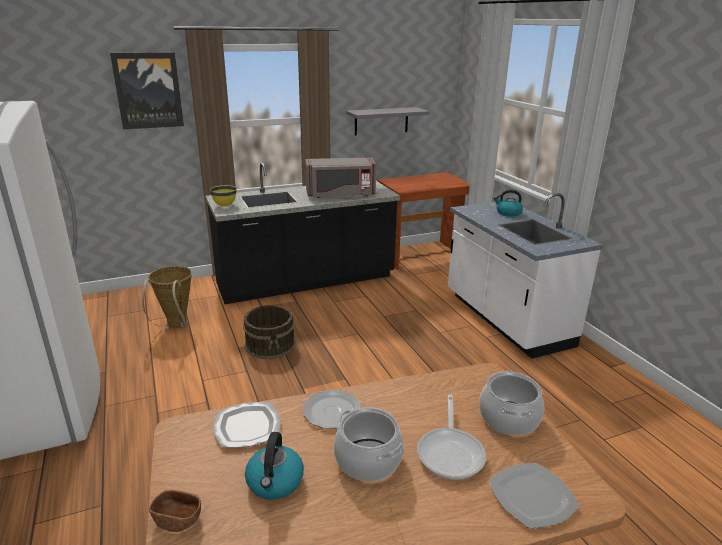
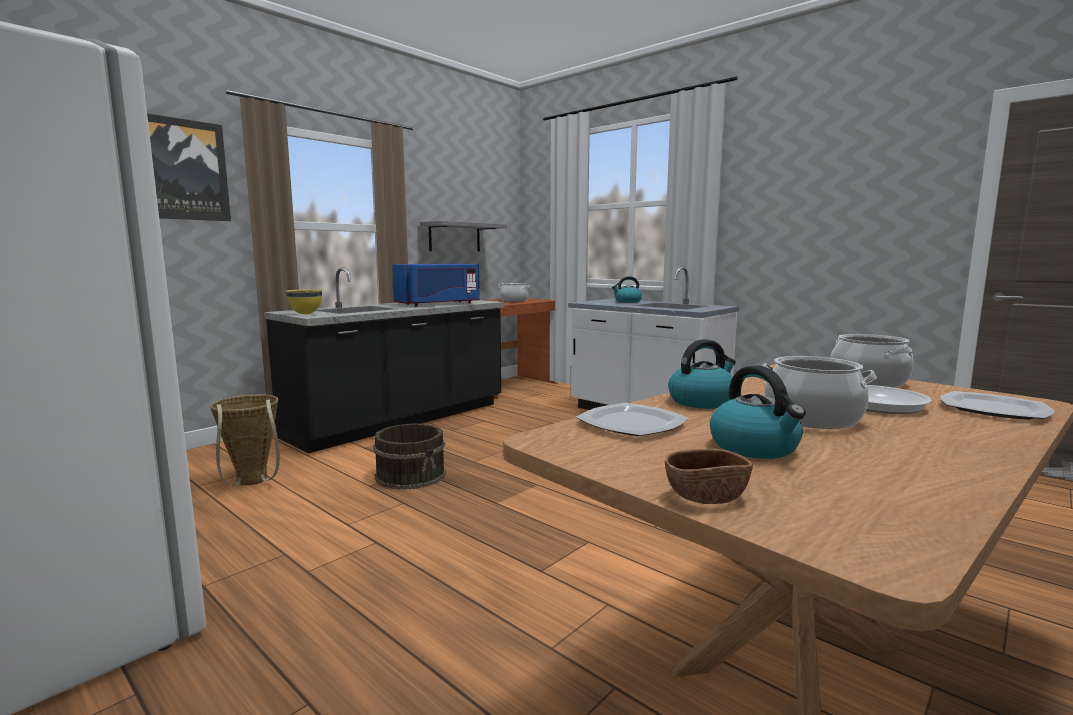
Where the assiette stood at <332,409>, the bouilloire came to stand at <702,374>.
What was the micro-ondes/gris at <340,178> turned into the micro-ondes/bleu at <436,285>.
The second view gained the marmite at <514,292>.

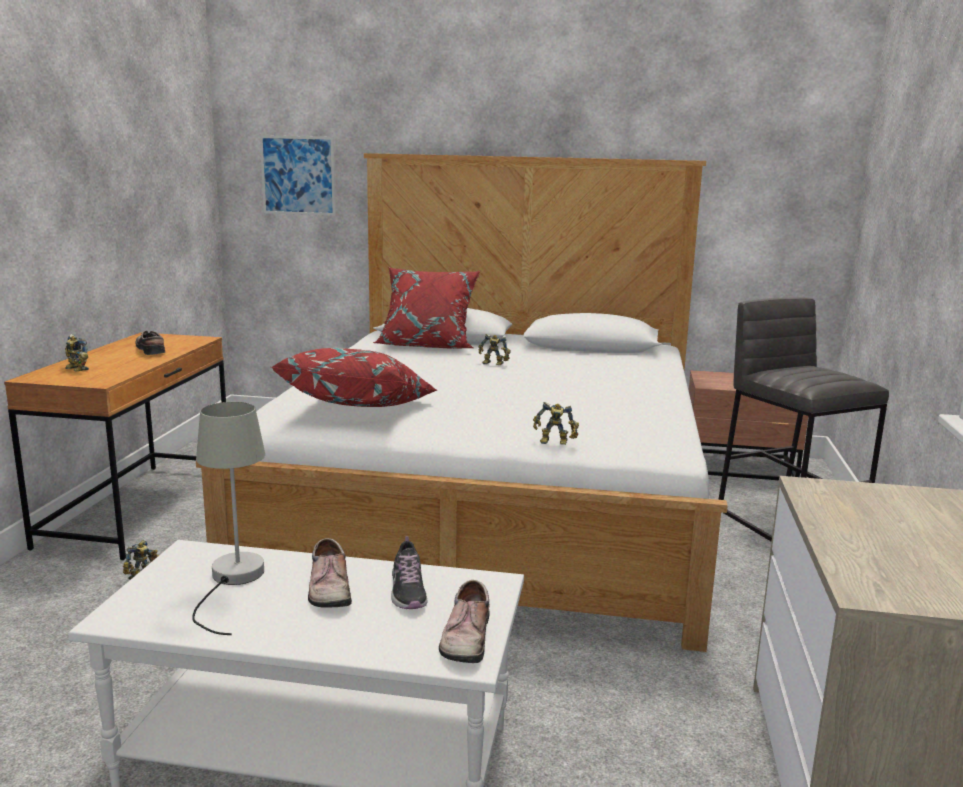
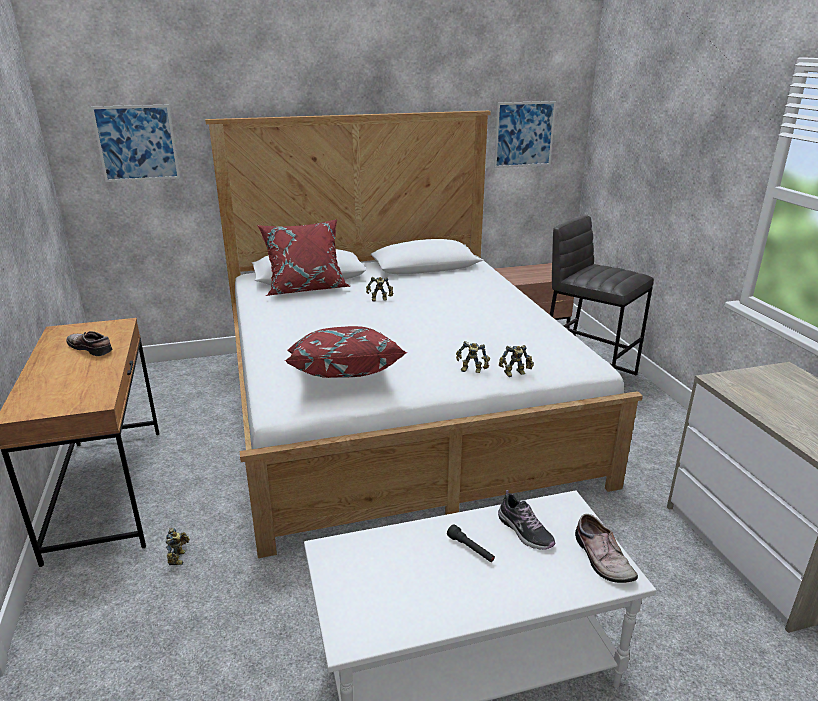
The robot jouet ended up elsewhere, having gone from <77,352> to <473,357>.
The second view lost the lampe de table/gris at <228,518>.
Where the chaussure stood at <330,573>, the lampe de poche/noir came to stand at <471,543>.
The second view gained the tableau at <525,134>.

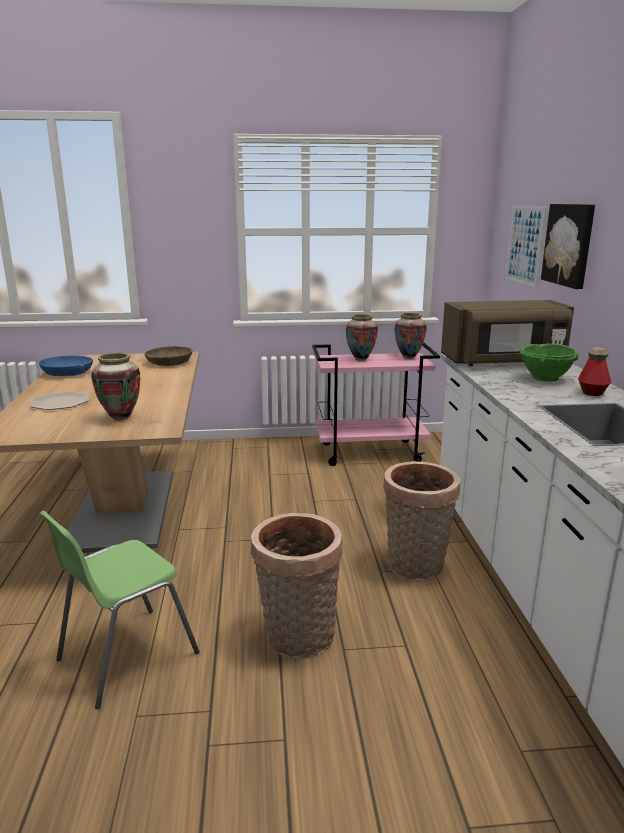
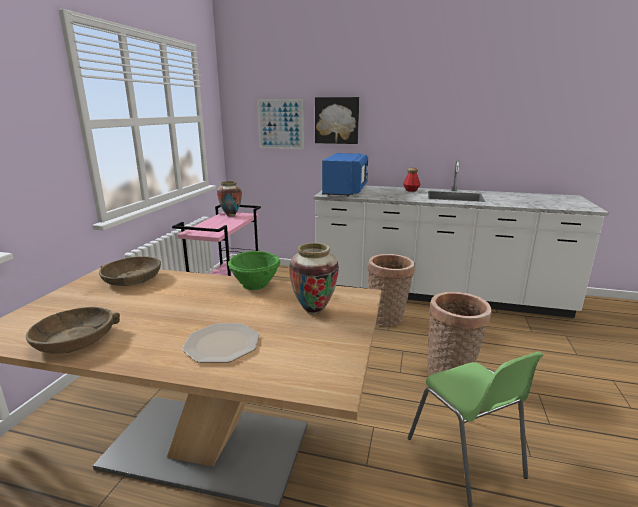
What was the bol/bleu at <66,365> turned into the bol/marron at <73,330>.
The second view lost the vase at <362,337>.
What was the micro-ondes/marron at <507,333> turned into the micro-ondes/bleu at <345,174>.
The bol/vert ended up elsewhere, having gone from <549,362> to <254,270>.

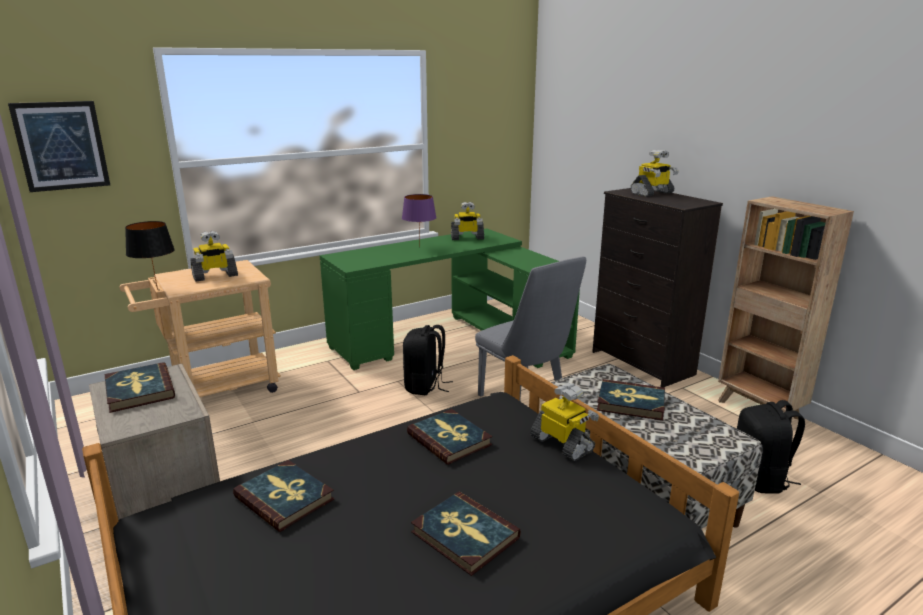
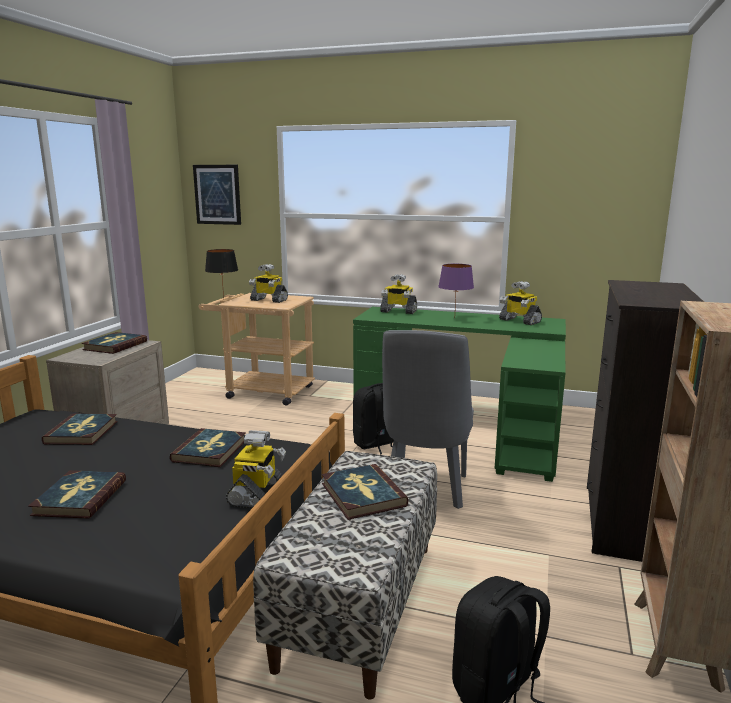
The robot jouet ended up elsewhere, having gone from <654,173> to <398,294>.

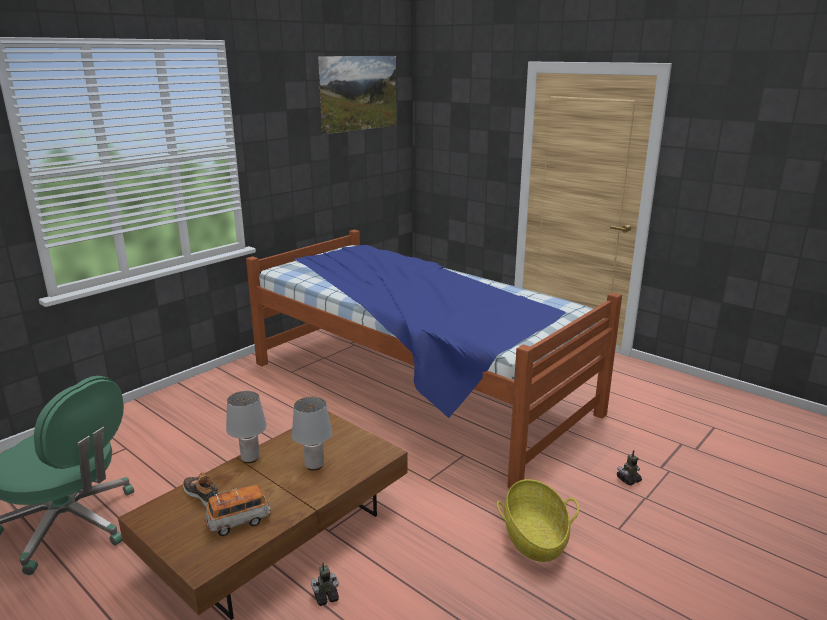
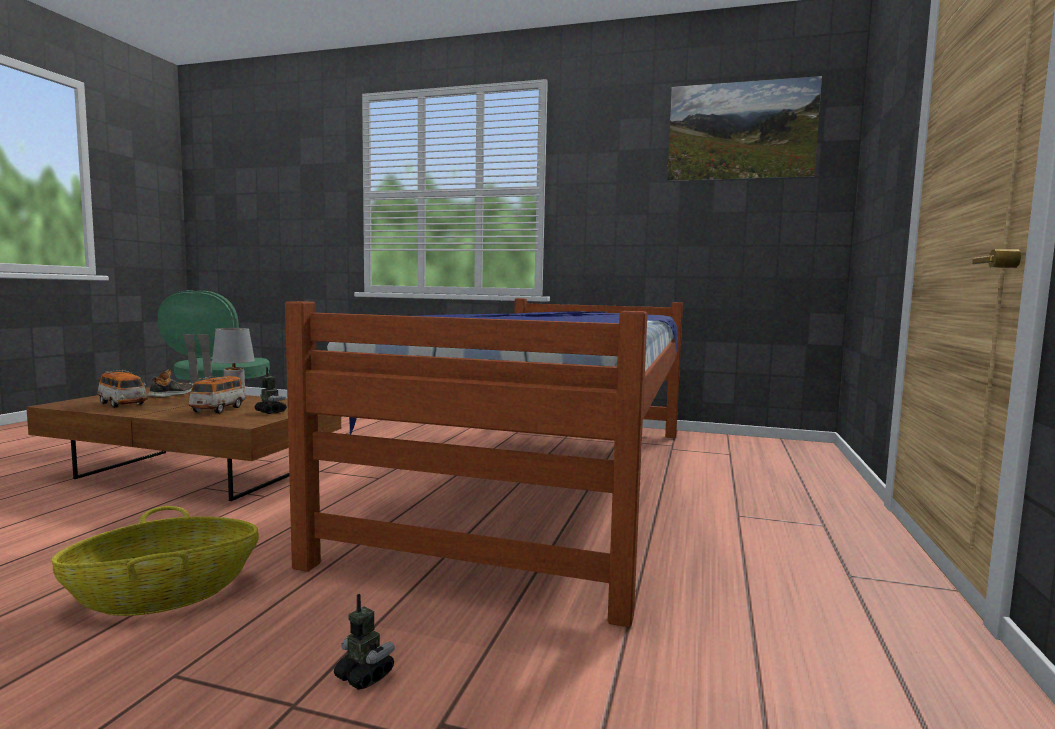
Where the lampe de table/gris stood at <312,434>, the petite voiture came to stand at <218,395>.
The robot jouet ended up elsewhere, having gone from <325,584> to <270,390>.

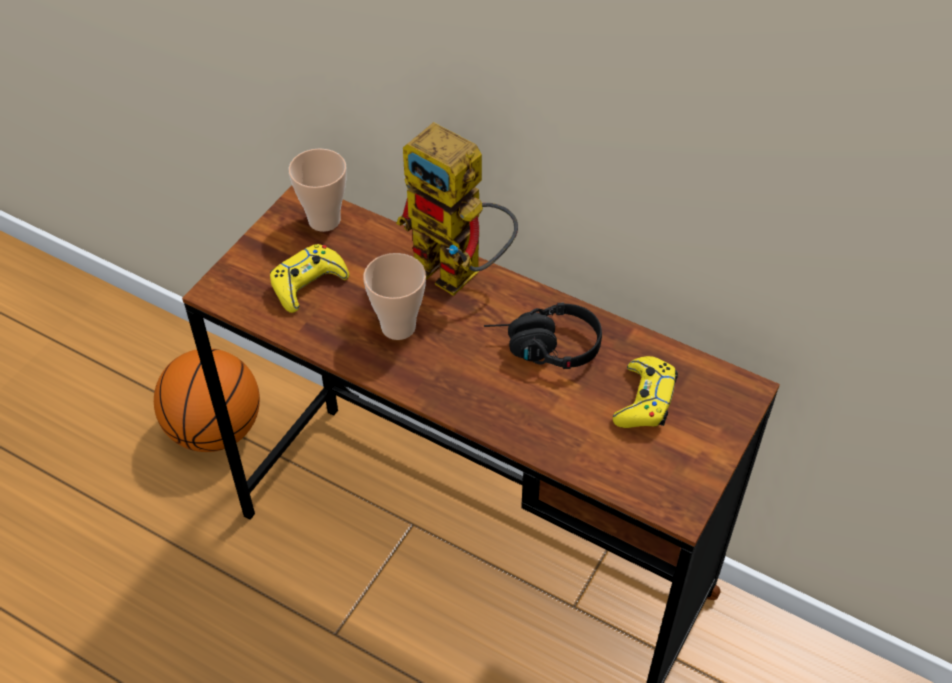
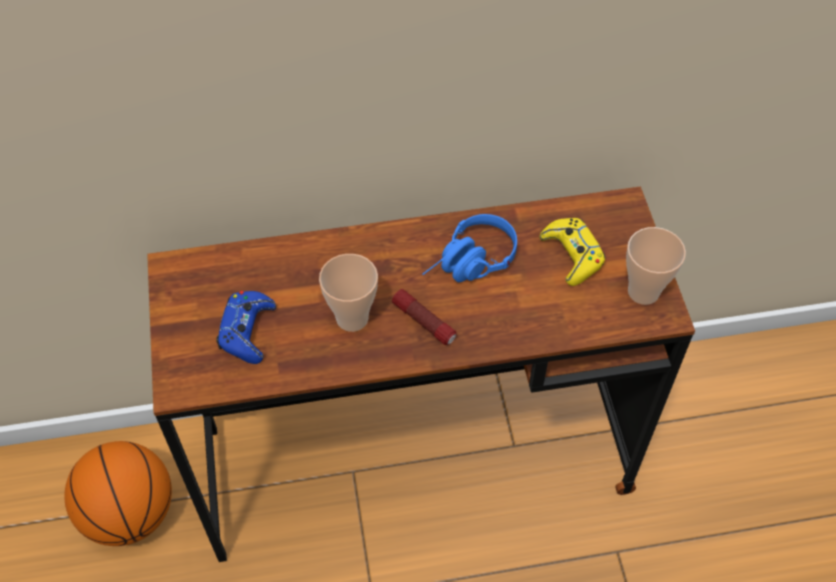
What was the manette/jaune at <309,278> turned into the manette/bleu at <246,327>.
The tasse ended up elsewhere, having gone from <318,190> to <656,266>.
The second view lost the robot jouet at <457,209>.
What was the casque audio/noir at <543,336> turned into the casque audio/bleu at <469,248>.
The second view gained the lampe de poche at <424,317>.

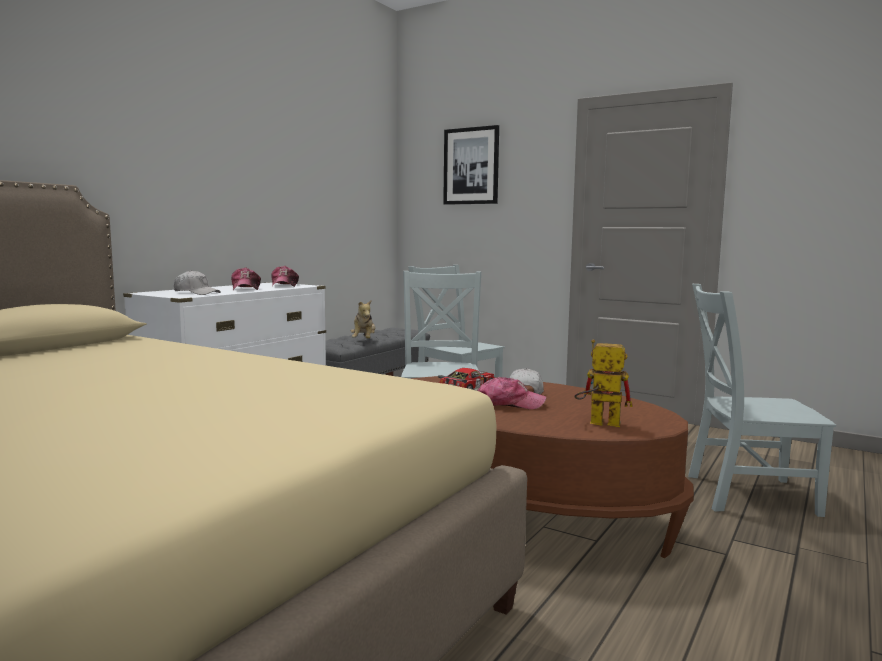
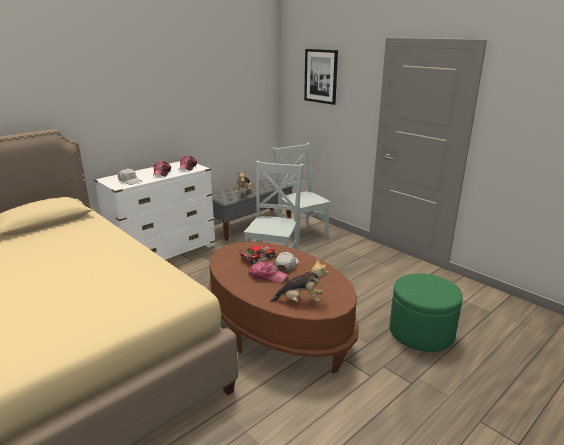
Where the robot jouet stood at <603,383>, the peluche came to stand at <299,280>.
Where the chaise/gris stood at <762,400>, the pouf/vert came to stand at <426,312>.

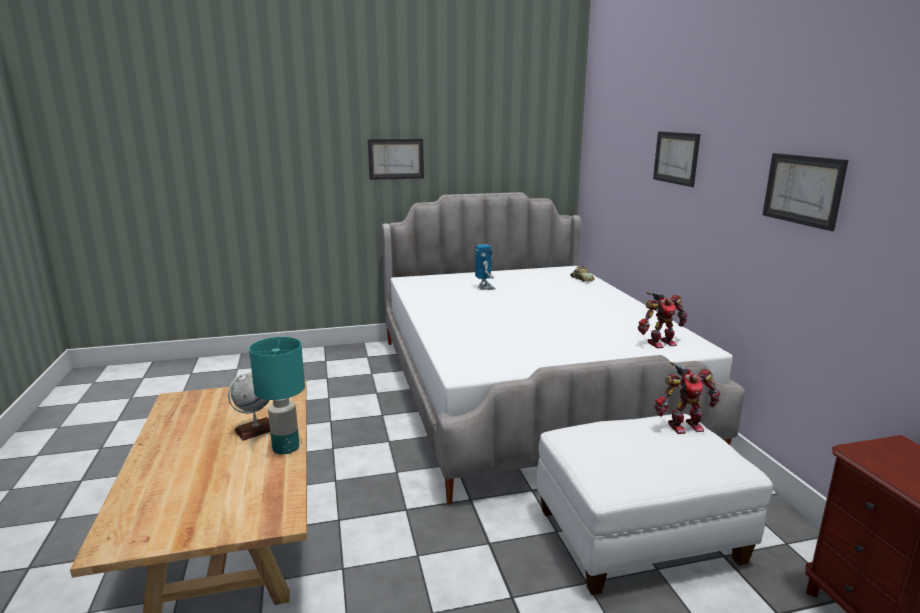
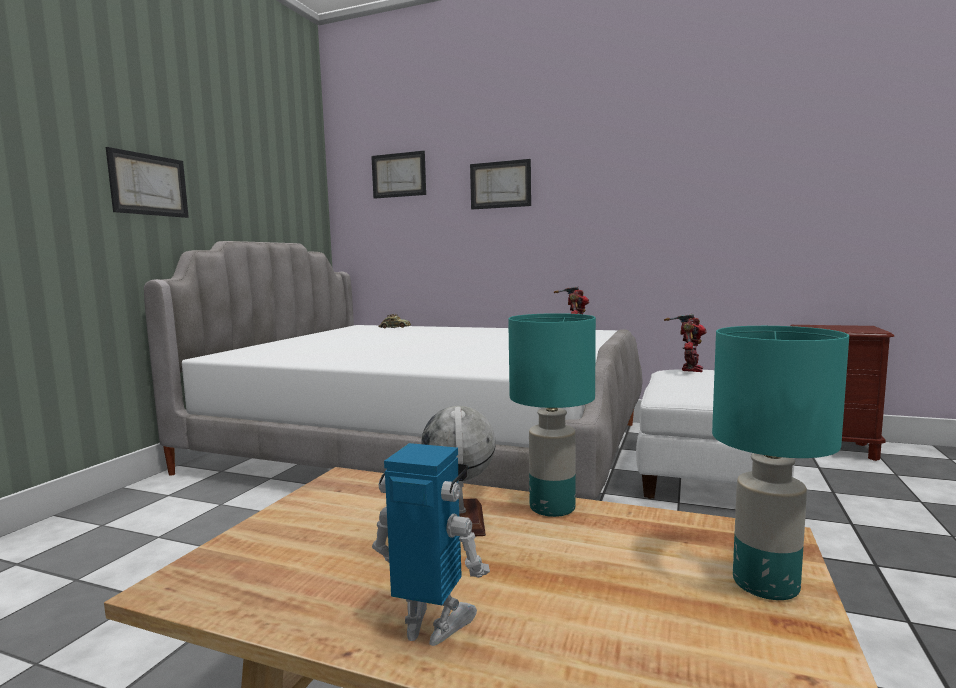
The robot jouet ended up elsewhere, having gone from <485,267> to <431,544>.
The tableau ended up elsewhere, having gone from <805,192> to <398,175>.
The second view gained the lampe de table/turquoise at <780,463>.

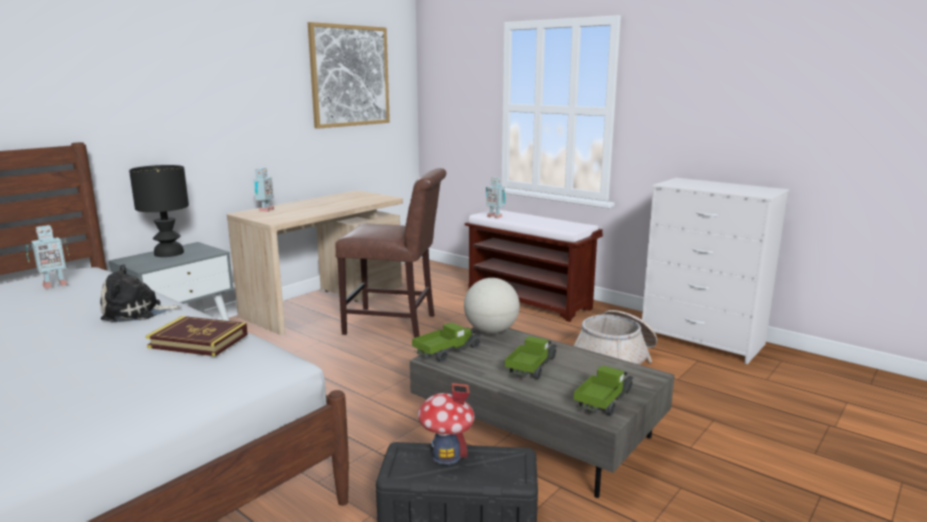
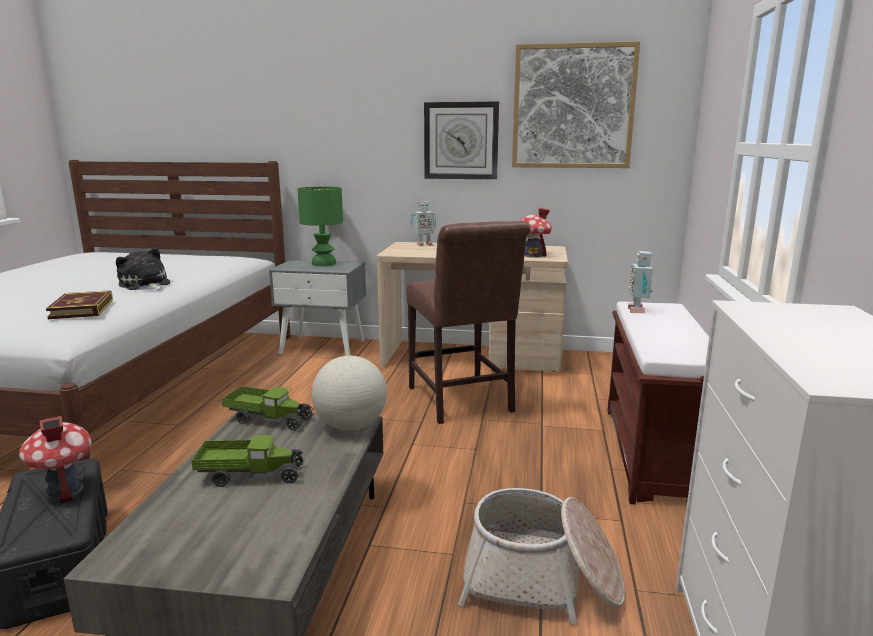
The second view lost the robot jouet at <47,257>.
What was the lampe de table/noir at <159,211> turned into the lampe de table/vert at <320,226>.
The second view lost the camion jouet at <603,391>.
The second view gained the horloge murale at <461,140>.
The second view gained the maison miniature at <536,233>.

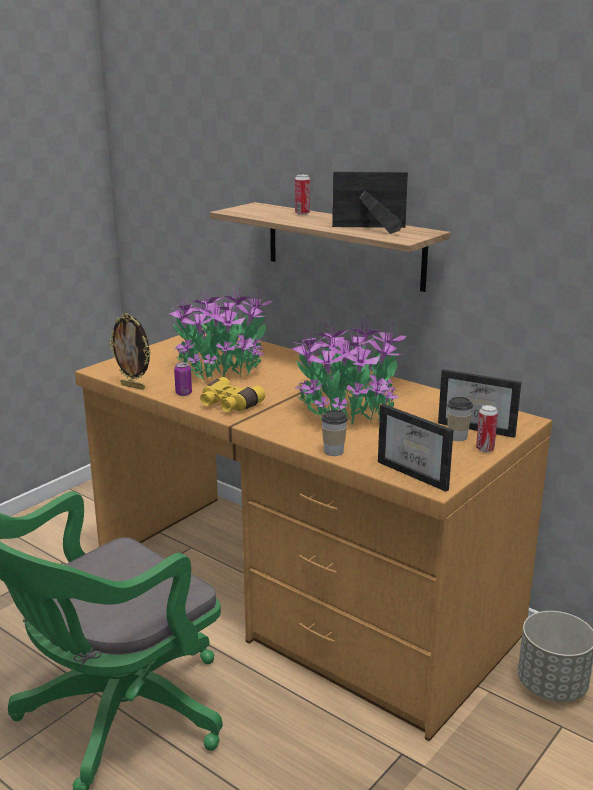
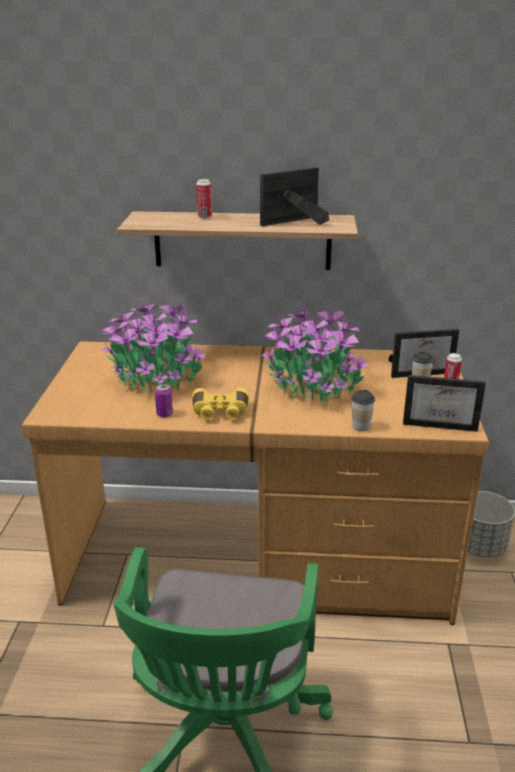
The second view lost the cadre photo at <129,351>.

